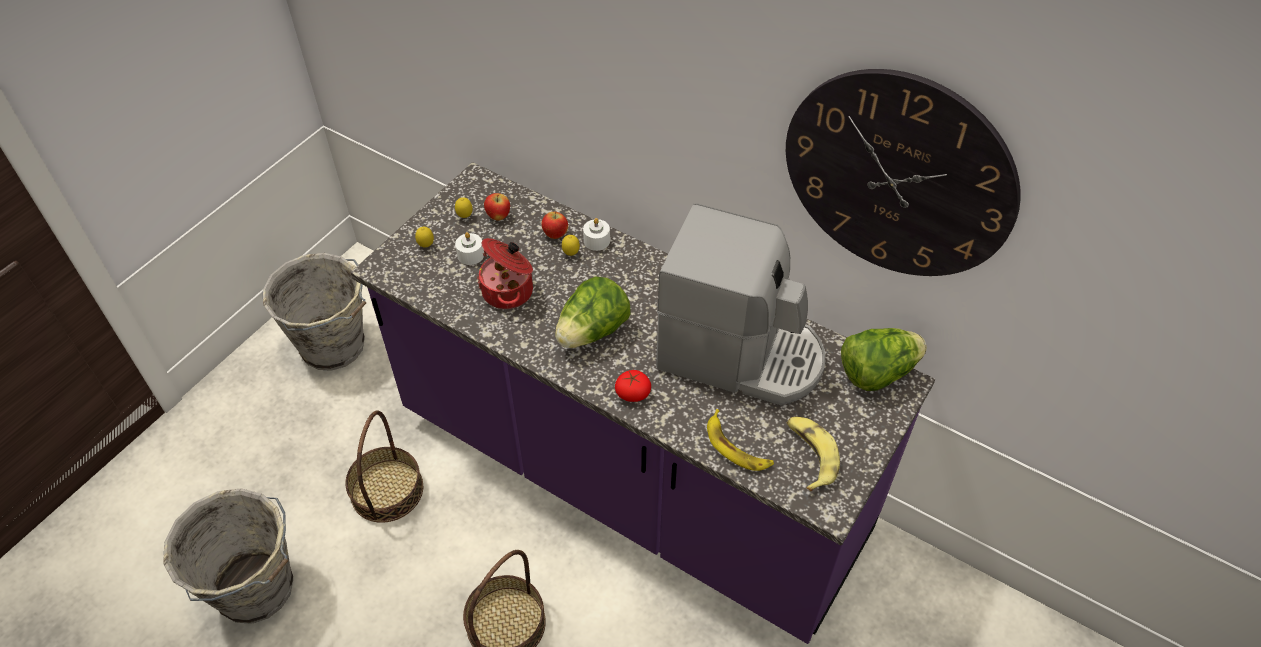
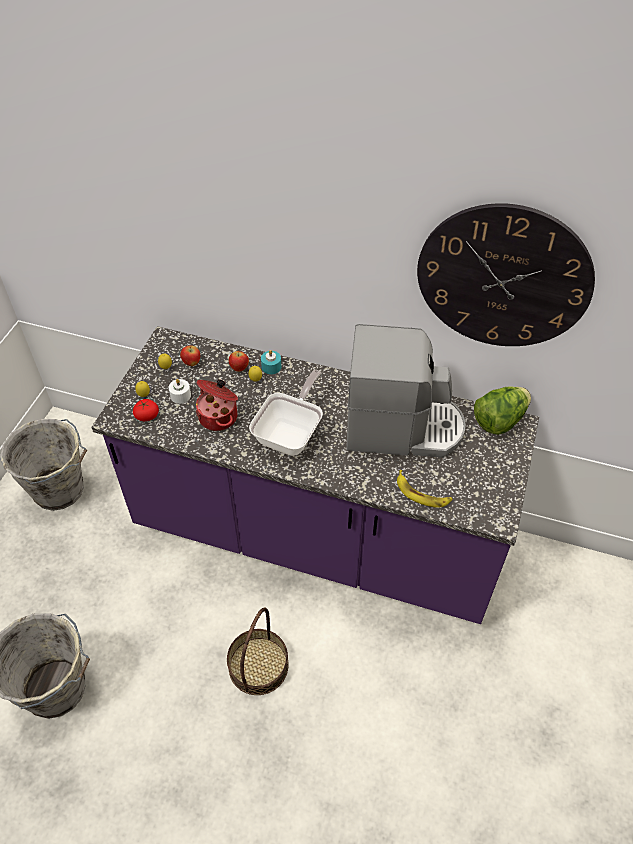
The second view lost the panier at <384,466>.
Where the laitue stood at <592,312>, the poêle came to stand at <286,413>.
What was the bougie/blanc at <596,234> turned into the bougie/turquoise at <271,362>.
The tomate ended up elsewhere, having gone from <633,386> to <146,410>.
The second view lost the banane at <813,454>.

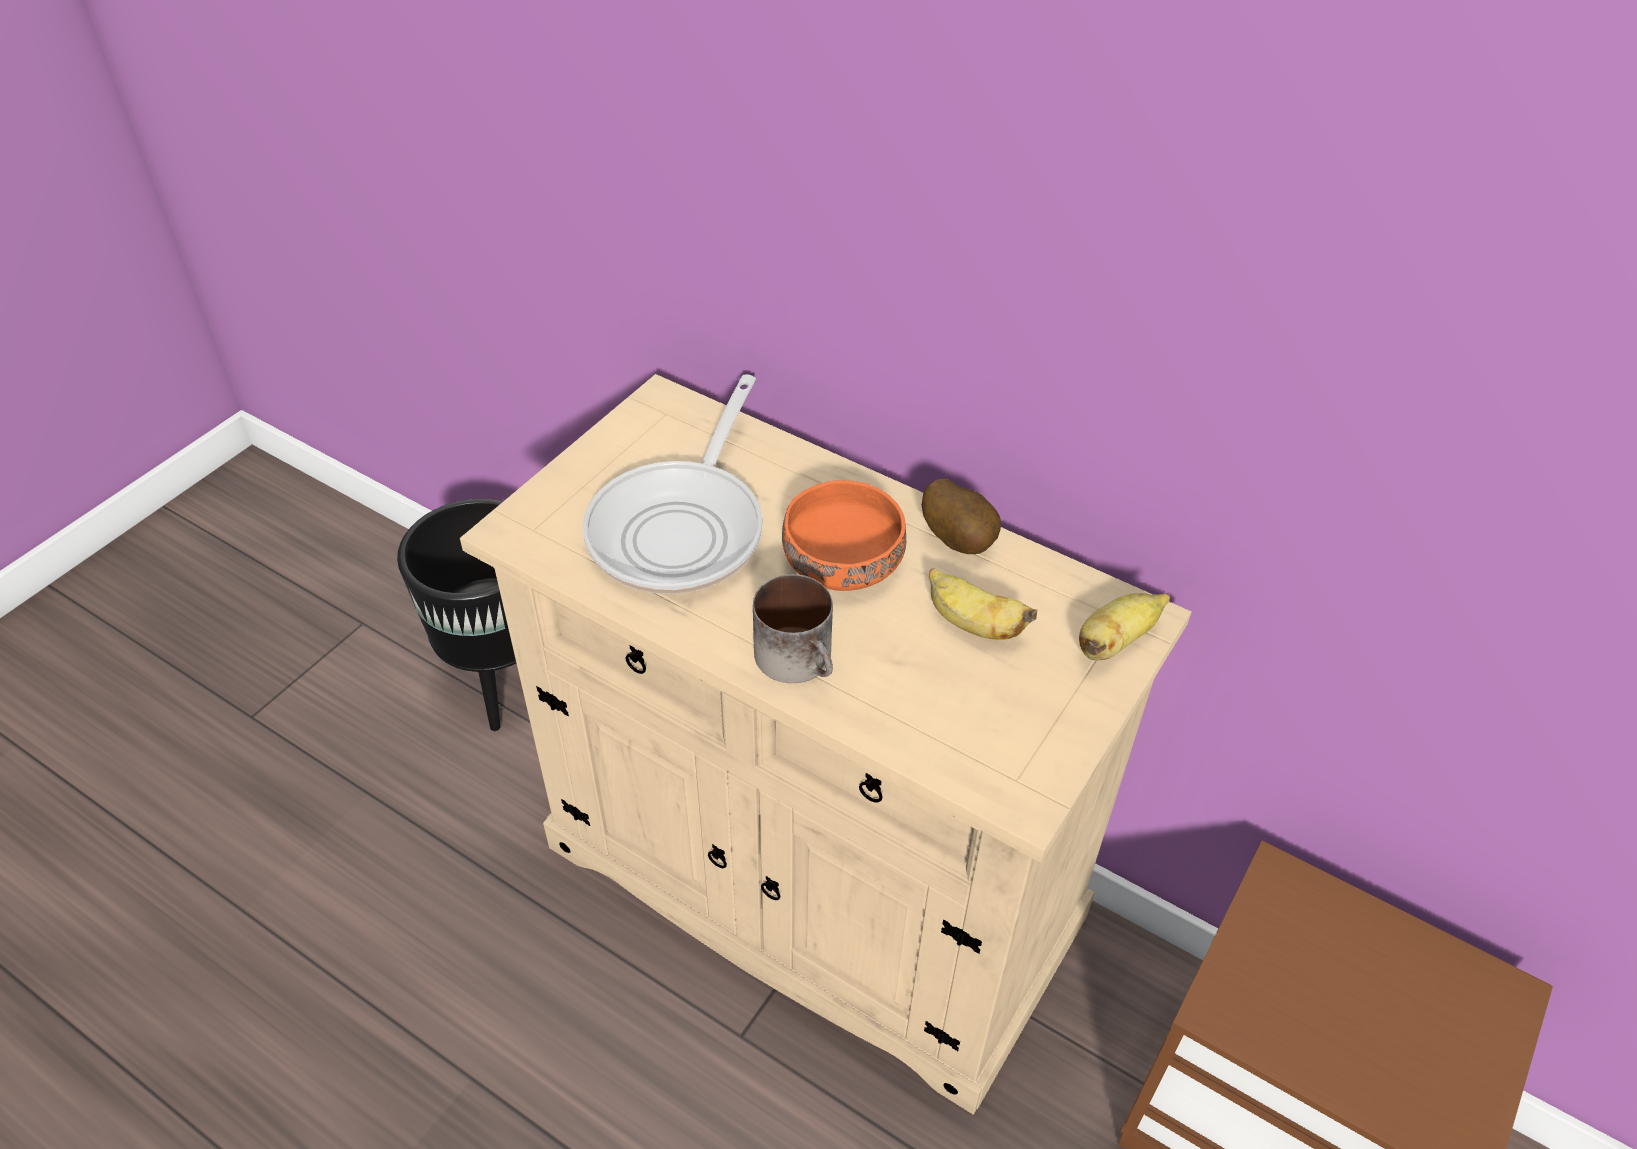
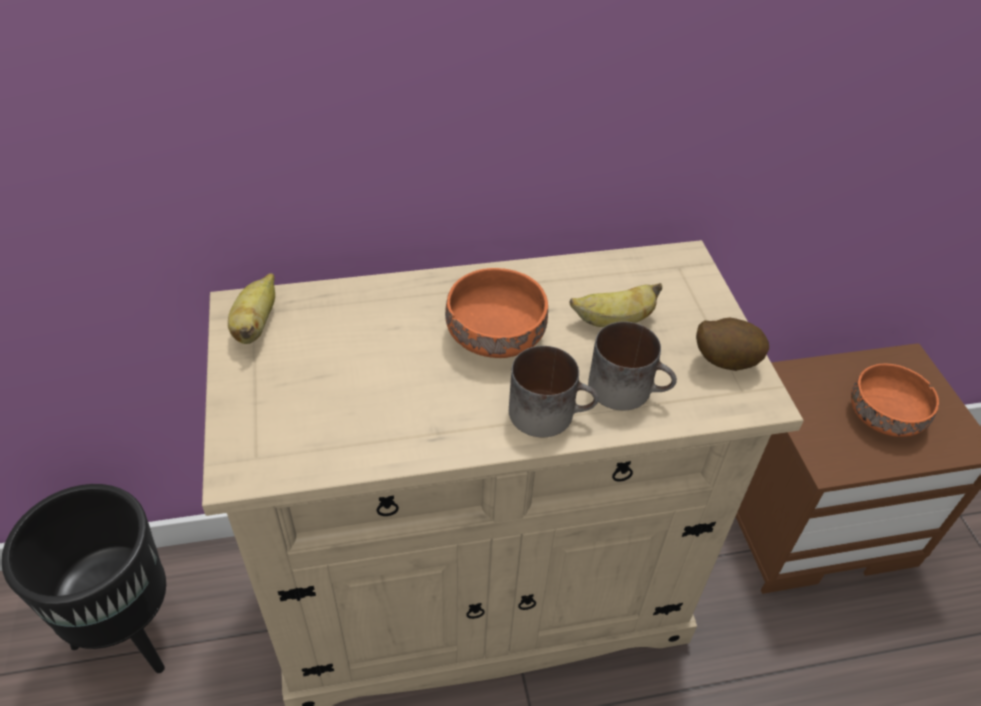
The second view lost the poêle at <673,484>.
The pomme de terre ended up elsewhere, having gone from <961,516> to <732,344>.
The banane ended up elsewhere, having gone from <1124,626> to <251,308>.
The second view gained the mug at <632,365>.
The second view gained the bol/orange at <895,400>.

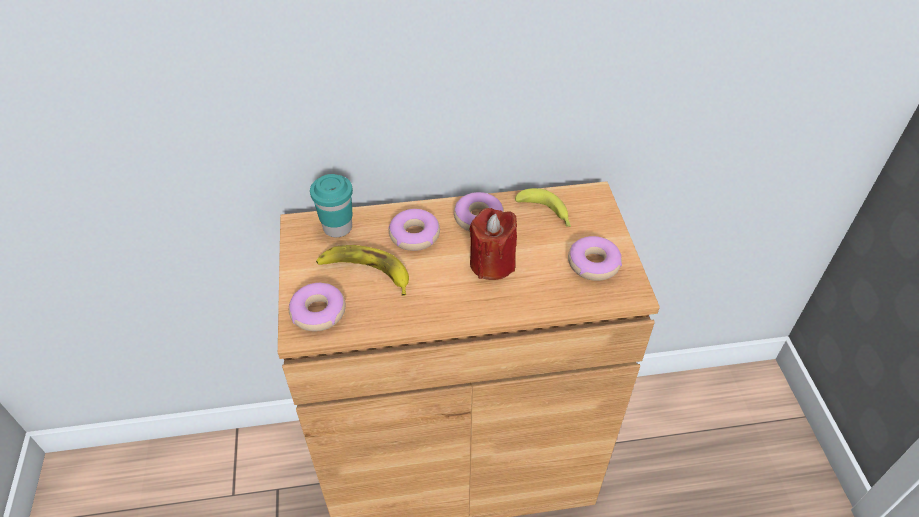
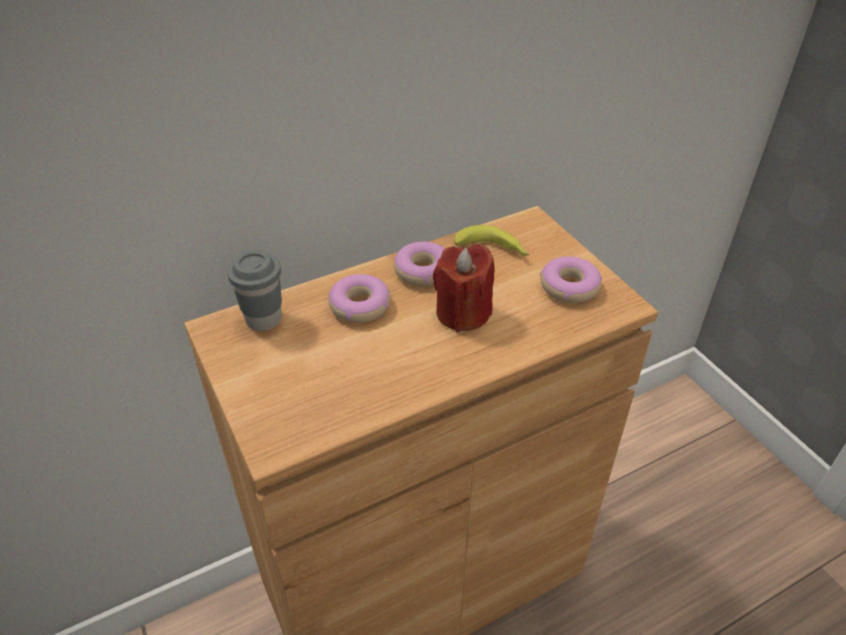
The second view lost the beignet at <317,307>.
What was the tasse/turquoise at <331,205> turned into the tasse/gris at <254,290>.
The second view lost the banane at <362,270>.

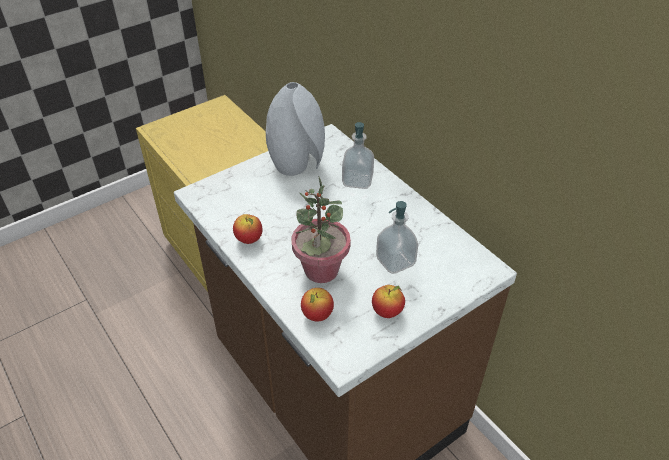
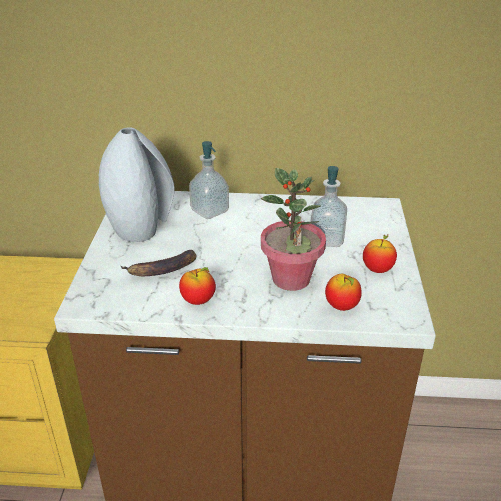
The second view gained the banane at <159,263>.

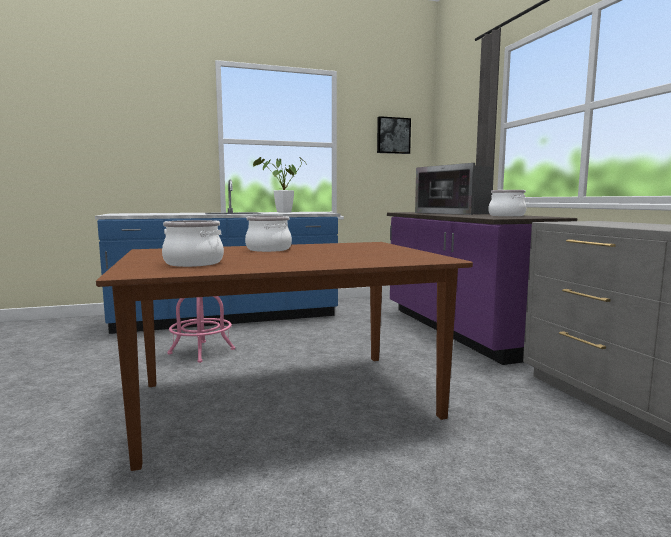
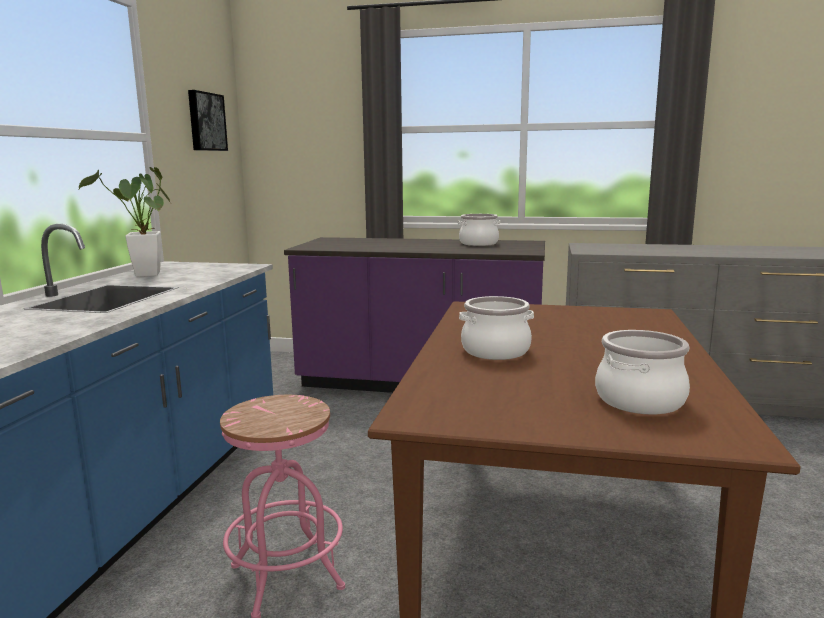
The second view lost the micro-ondes at <454,189>.

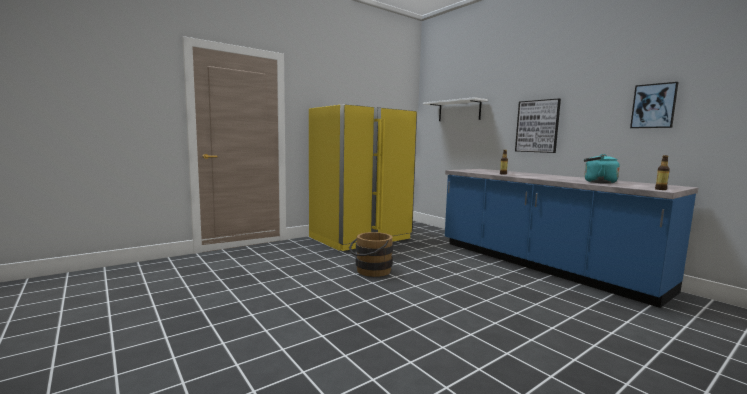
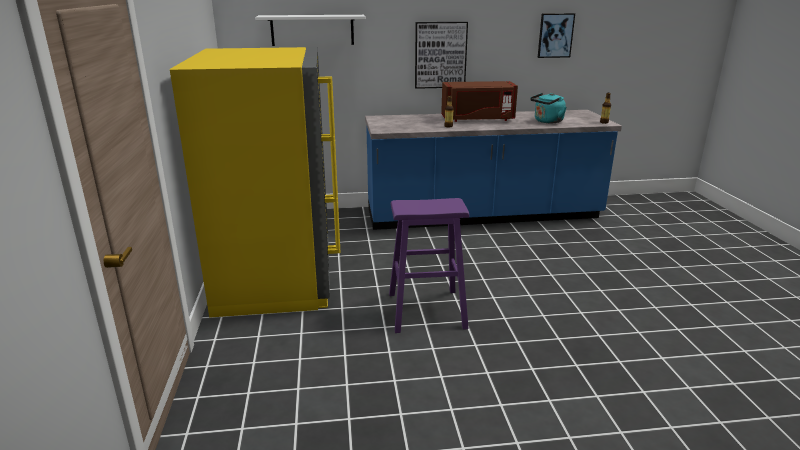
Where the seau/marron stood at <371,254>, the tabouret/violet came to stand at <429,265>.
The second view gained the micro-ondes/marron at <479,101>.

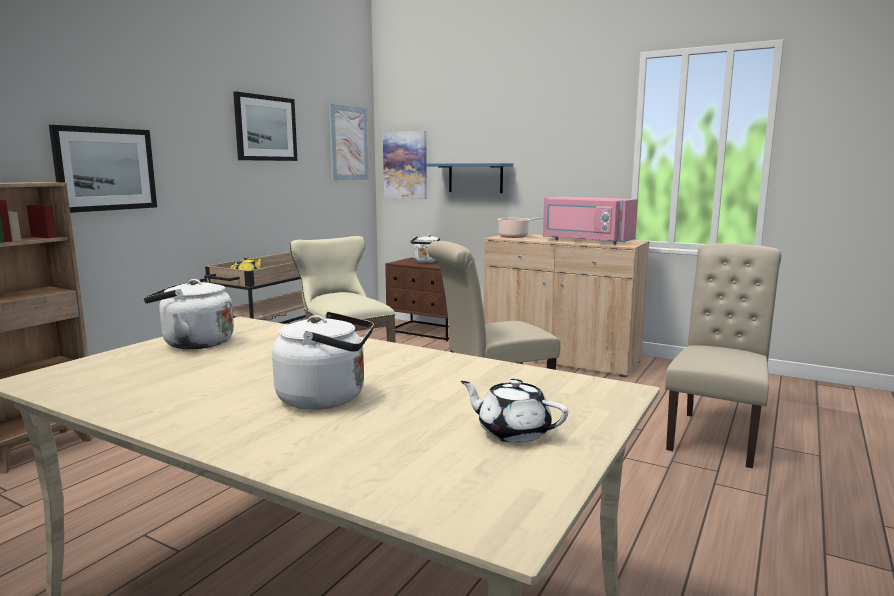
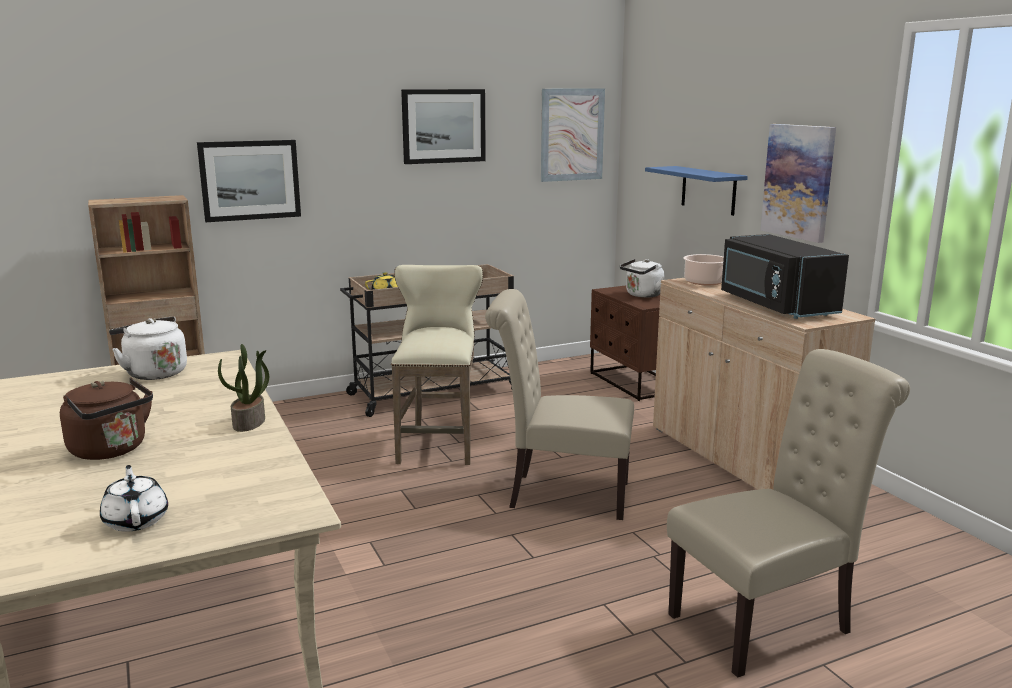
What was the bouilloire/blanc at <323,361> turned into the bouilloire/marron at <106,418>.
The tableau ended up elsewhere, having gone from <405,165> to <798,183>.
What was the micro-ondes/rose at <590,221> turned into the micro-ondes/noir at <785,276>.
The second view gained the plante en pot at <243,388>.

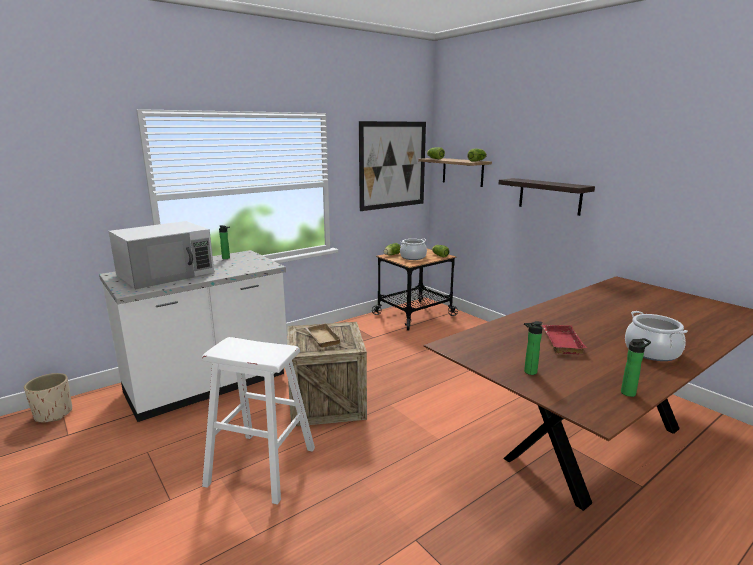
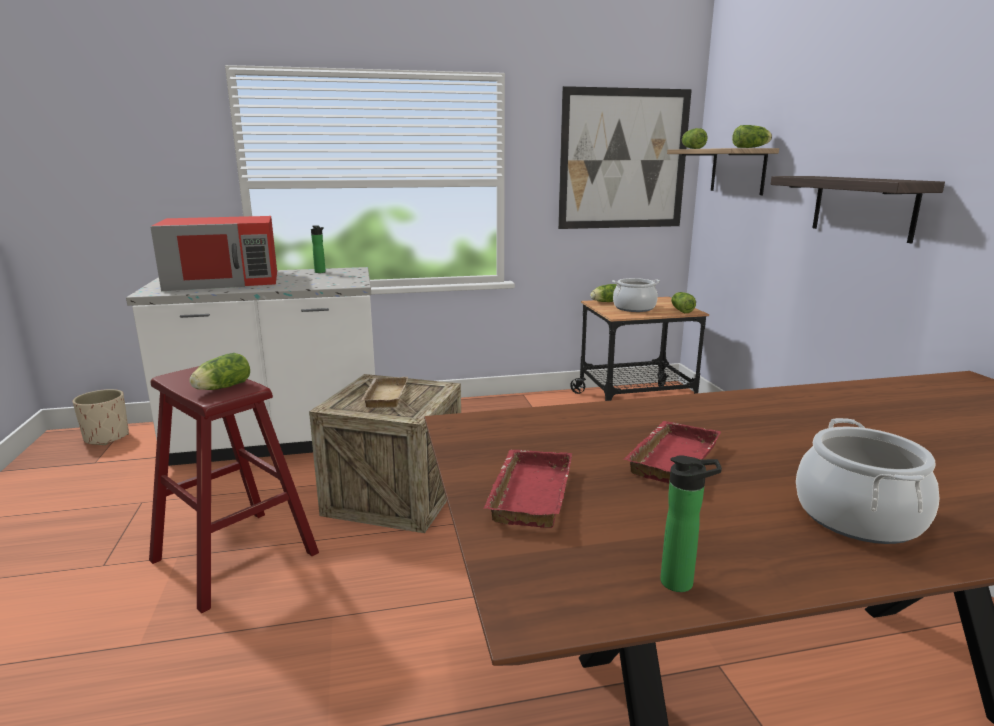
What was the micro-ondes/blanc at <161,255> turned into the micro-ondes/rouge at <213,253>.
What was the tabouret/blanc at <258,421> turned into the tabouret/rouge at <234,489>.
Where the bouteille stood at <533,348>, the plateau/rouge came to stand at <528,488>.
The second view gained the laitue at <219,371>.

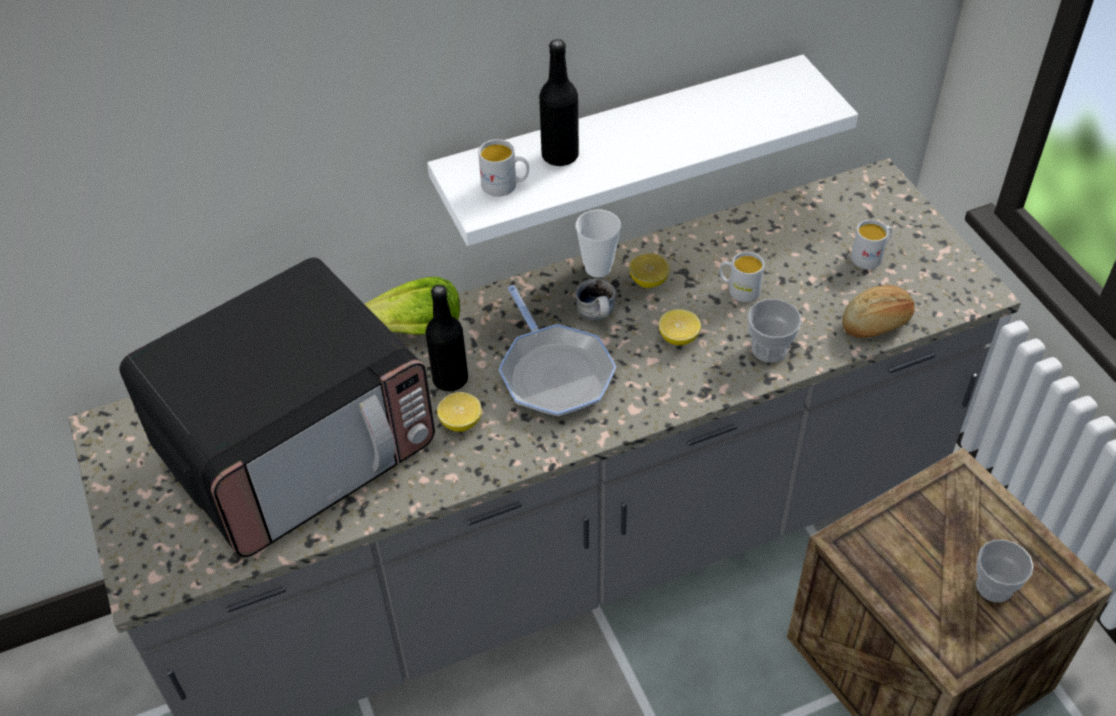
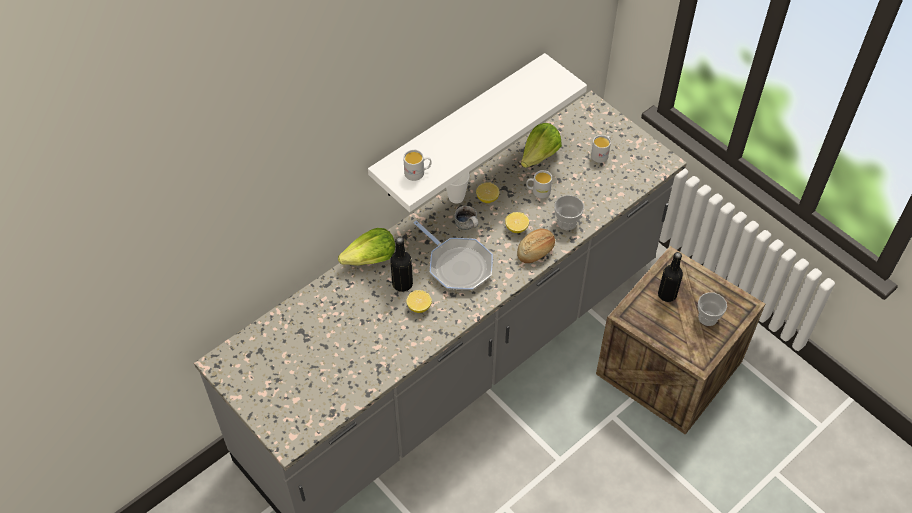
The second view lost the micro-ondes at <277,408>.
The bouteille/noir ended up elsewhere, having gone from <559,102> to <670,277>.
The pain ended up elsewhere, having gone from <878,311> to <536,245>.
The second view gained the laitue at <541,145>.

